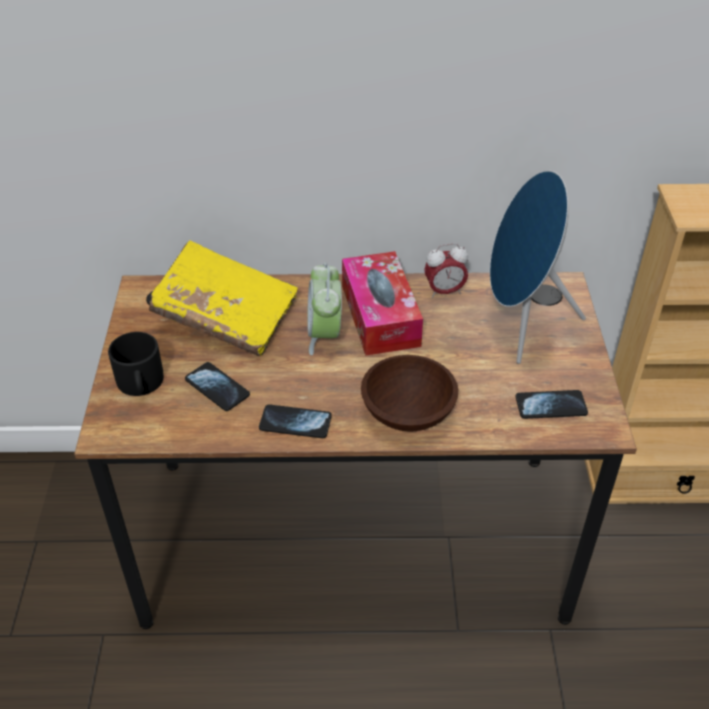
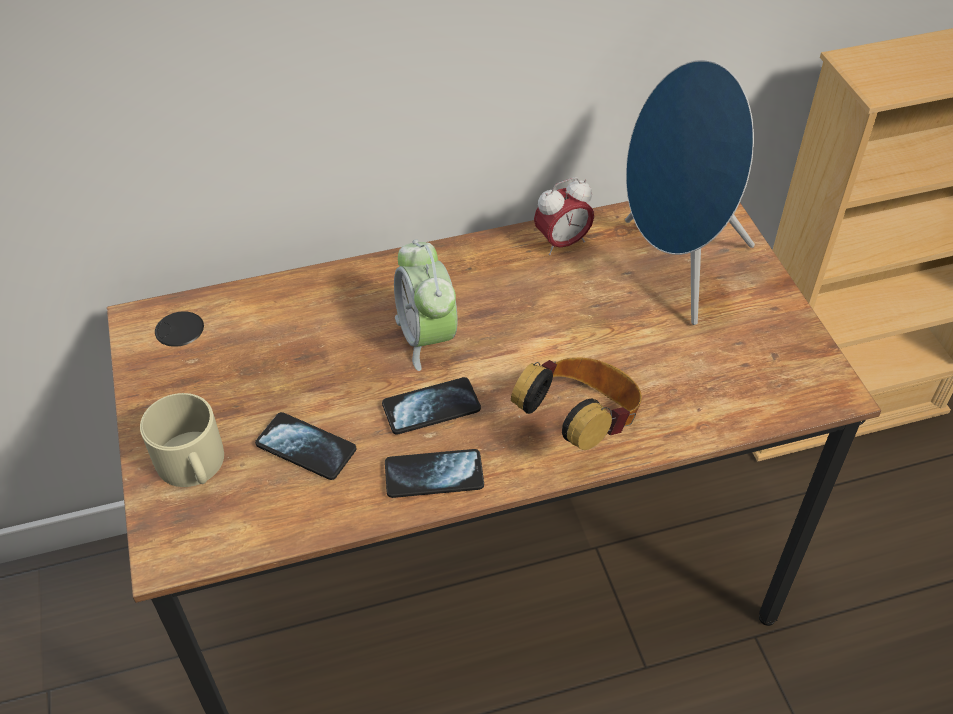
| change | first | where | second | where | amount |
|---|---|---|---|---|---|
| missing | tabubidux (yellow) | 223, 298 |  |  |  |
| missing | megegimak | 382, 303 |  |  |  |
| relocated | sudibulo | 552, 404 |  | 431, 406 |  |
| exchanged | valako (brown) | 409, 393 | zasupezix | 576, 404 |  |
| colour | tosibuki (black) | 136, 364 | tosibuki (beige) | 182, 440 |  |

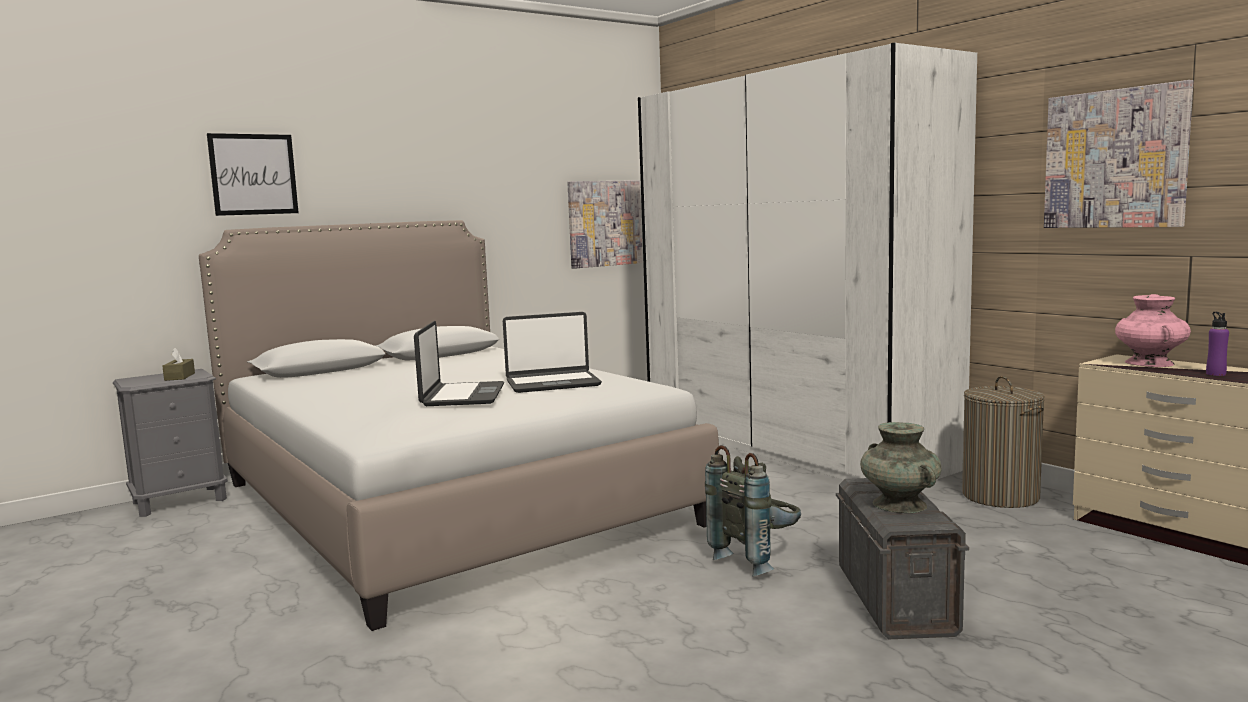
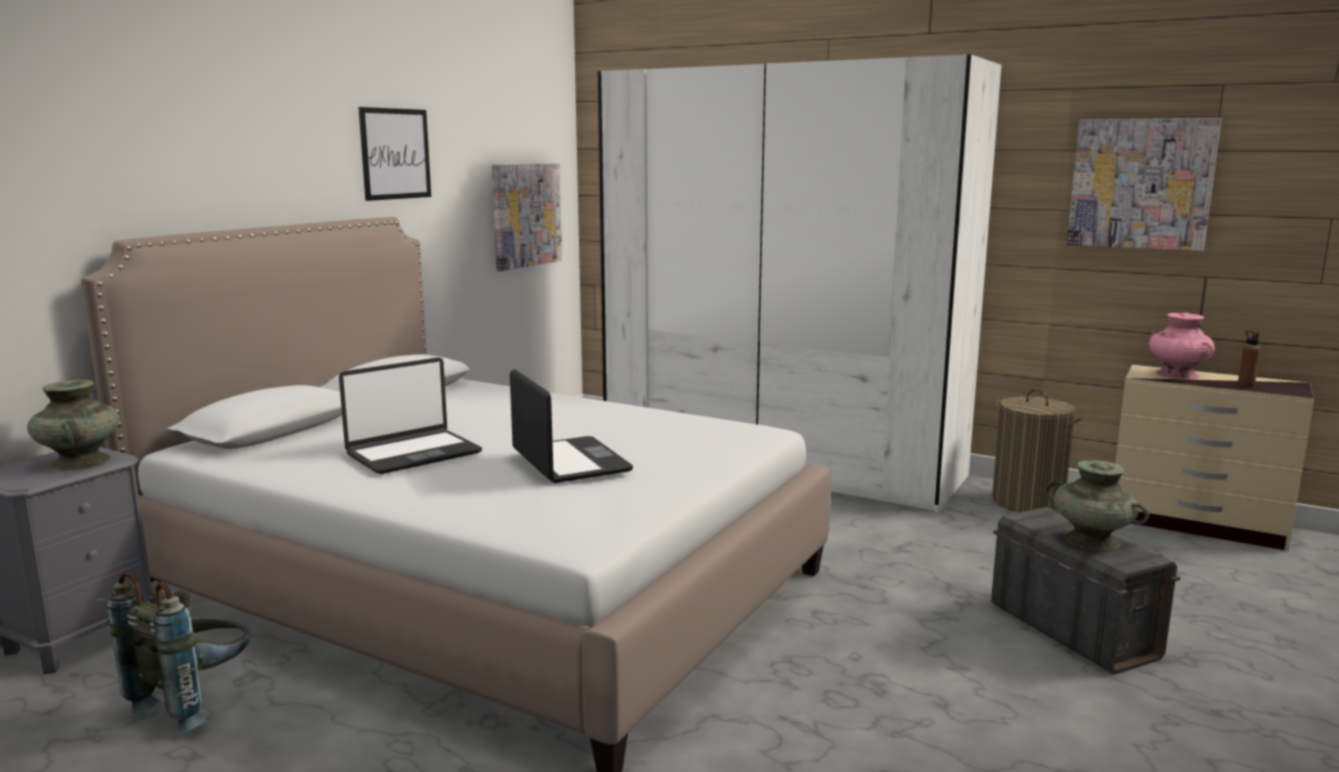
| change | first | where | second | where | amount |
|---|---|---|---|---|---|
| relocated | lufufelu | 253, 174 |  | 394, 154 |  |
| relocated | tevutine | 552, 352 |  | 410, 415 |  |
| relocated | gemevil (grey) | 753, 510 |  | 179, 653 |  |
| exchanged | megegimak (brown) | 178, 364 | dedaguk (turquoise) | 73, 425 |  |
| colour | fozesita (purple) | 1217, 344 | fozesita (brown) | 1249, 359 |  |

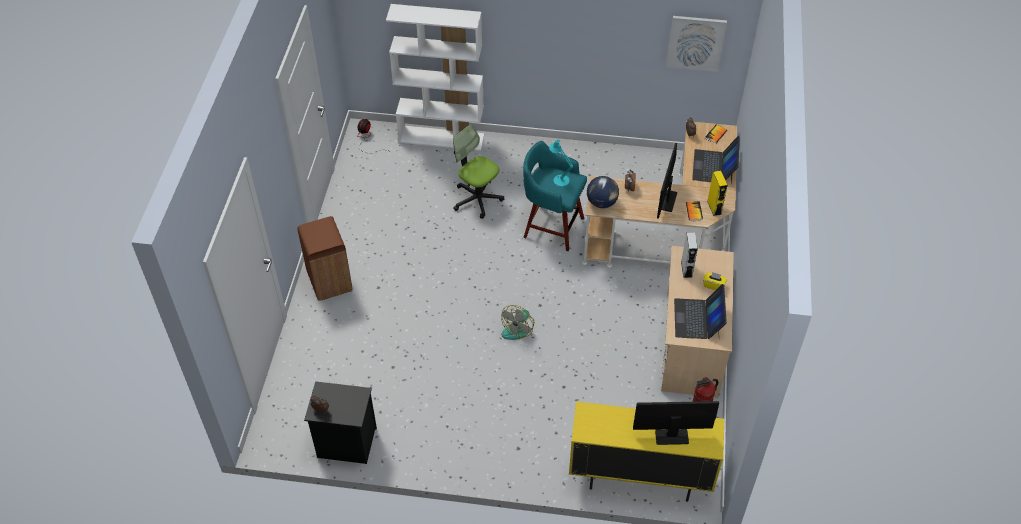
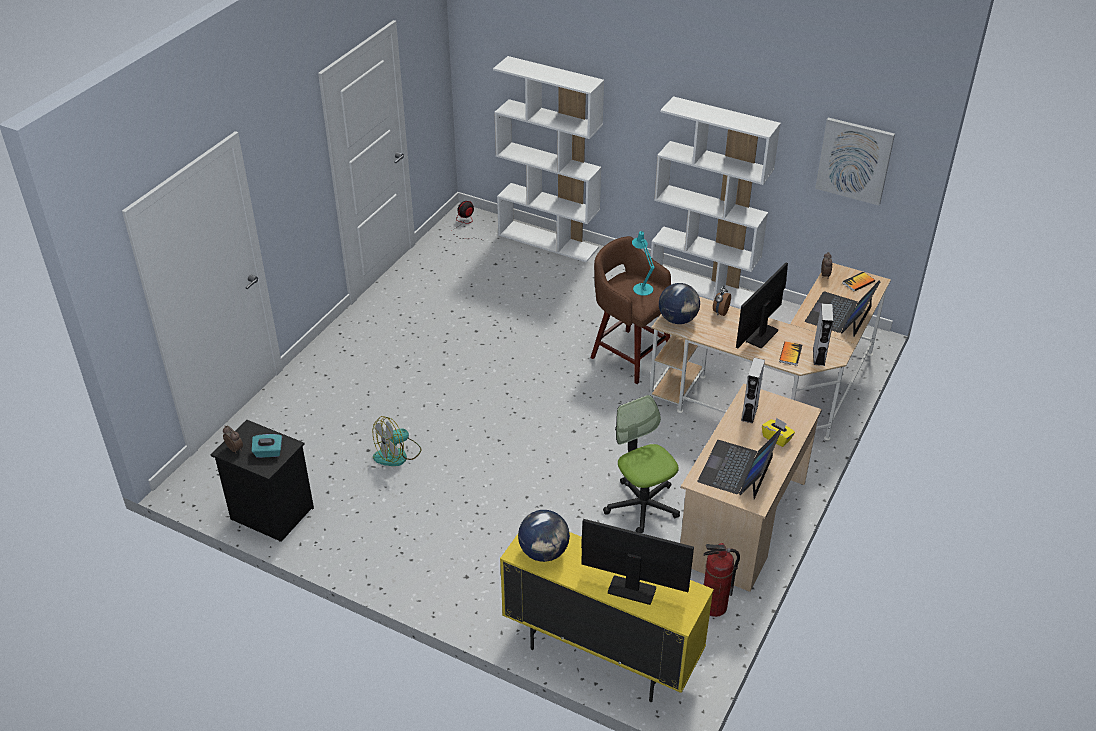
| change | first | where | second | where | amount |
|---|---|---|---|---|---|
| missing | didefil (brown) | 324, 258 |  |  |  |
| appeared |  |  | megegimak (turquoise) | 267, 446 |  |
| appeared |  |  | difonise | 544, 536 |  |
| appeared |  |  | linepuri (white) | 716, 202 |  |
| relocated | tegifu | 478, 172 |  | 641, 464 |  |
| relocated | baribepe | 517, 322 |  | 397, 441 |  |
| colour | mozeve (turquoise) | 555, 196 | mozeve (brown) | 630, 310 |  |
| colour | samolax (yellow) | 717, 193 | samolax (grey) | 823, 334 |  |

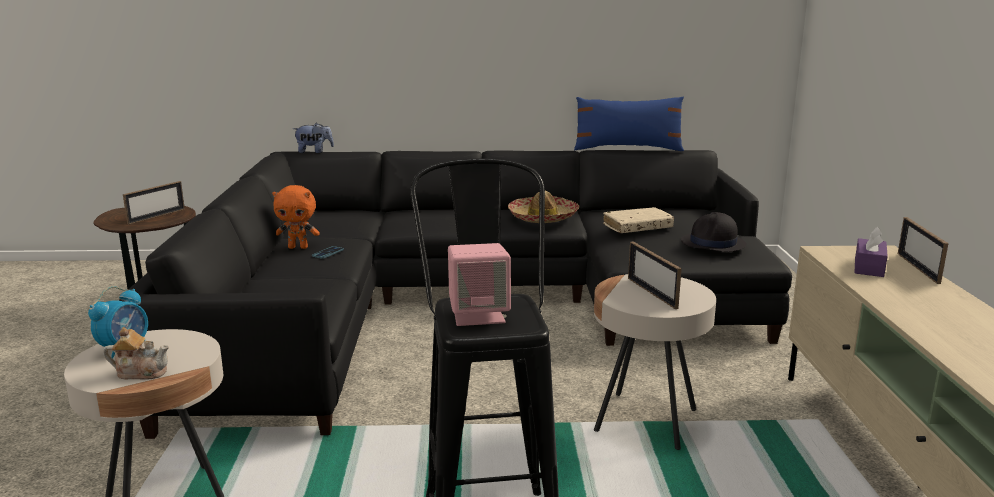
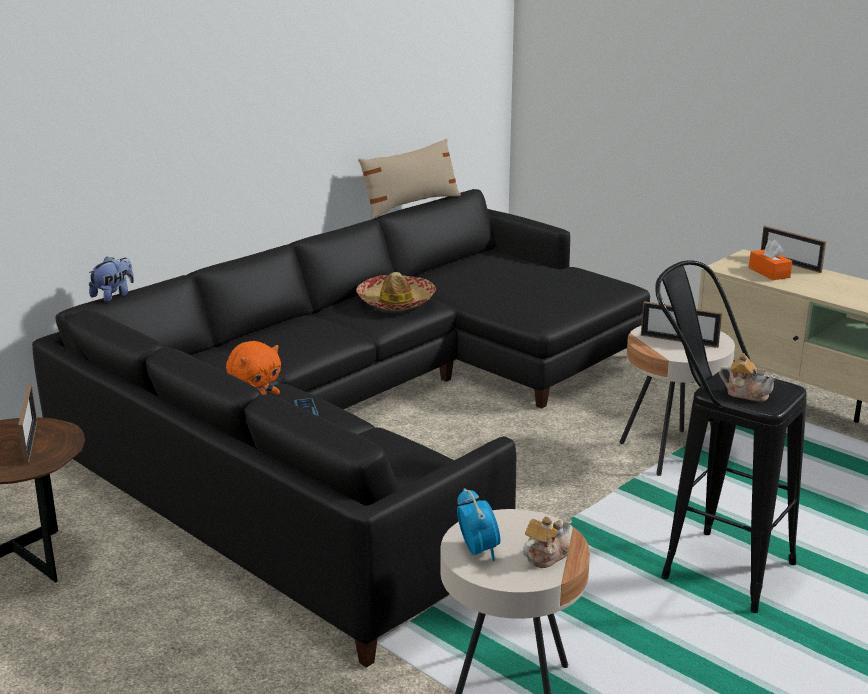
| change | first | where | second | where | amount |
|---|---|---|---|---|---|
| missing | tabubidux (beige) | 638, 220 |  |  |  |
| missing | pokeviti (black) | 713, 232 |  |  |  |
| exchanged | samolax (pink) | 479, 284 | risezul | 748, 377 |  |
| colour | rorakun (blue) | 629, 124 | rorakun (beige) | 409, 178 |  |
| colour | megegimak (purple) | 871, 252 | megegimak (orange) | 770, 260 |  |

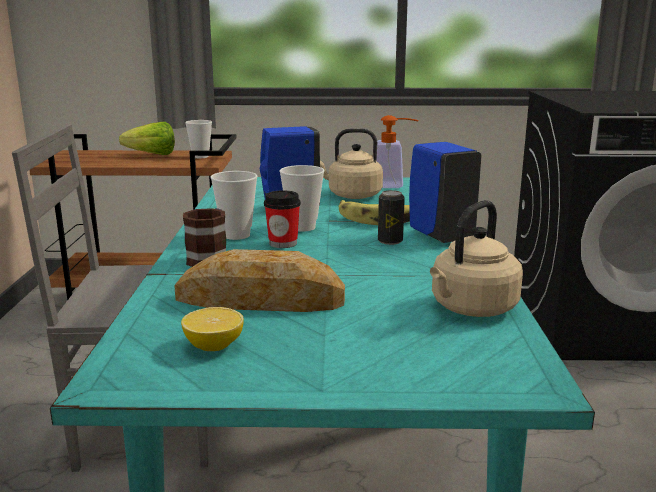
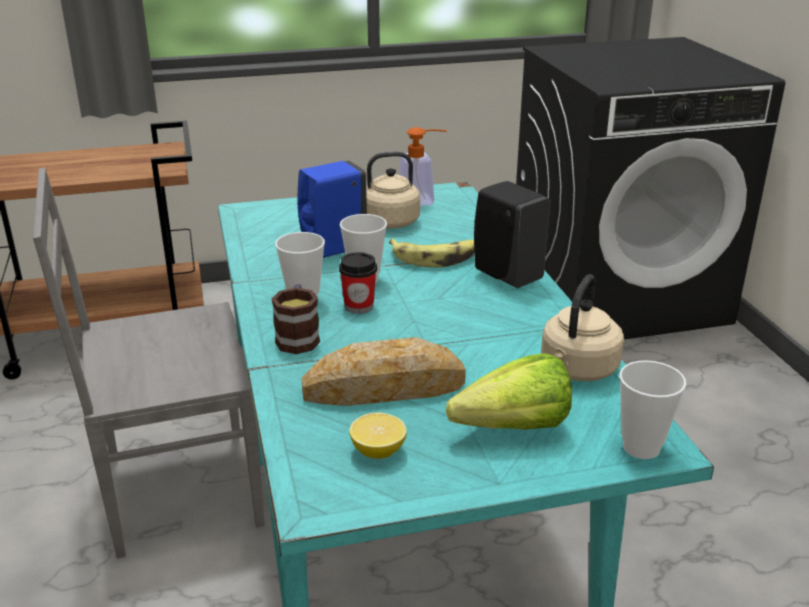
| change | first | where | second | where | amount |
|---|---|---|---|---|---|
| missing | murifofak | 391, 217 |  |  |  |
| relocated | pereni | 147, 138 |  | 509, 391 |  |
| relocated | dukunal | 198, 139 |  | 652, 409 |  |
| colour | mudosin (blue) | 445, 192 | mudosin (black) | 512, 234 |  |

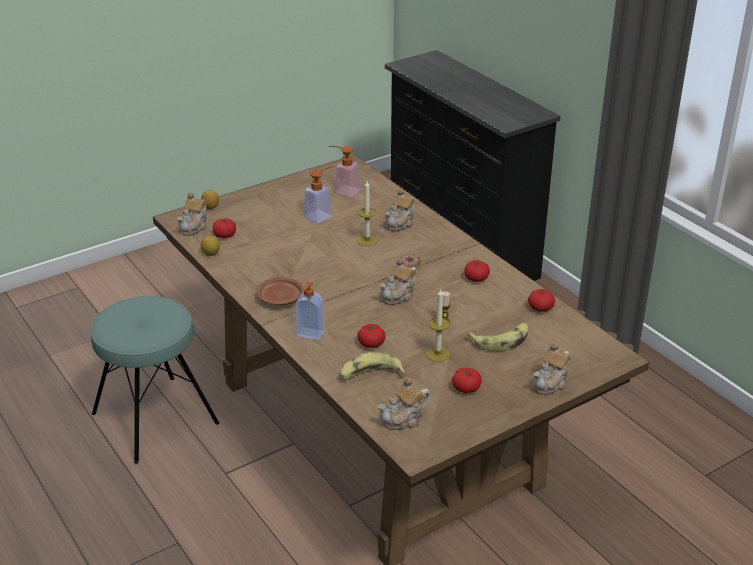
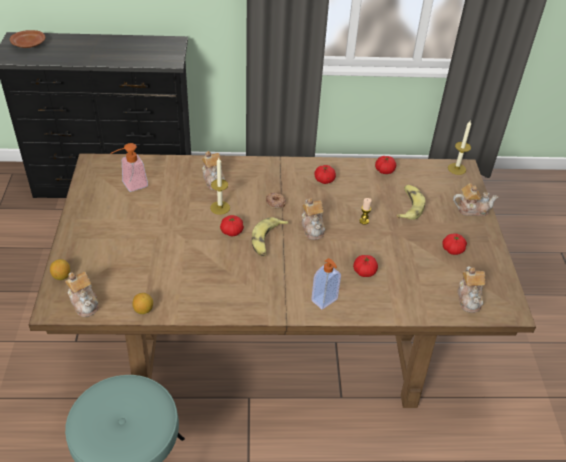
| change | first | where | second | where | amount |
|---|---|---|---|---|---|
| missing | mudosin | 317, 195 |  |  |  |
| relocated | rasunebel | 224, 228 |  | 232, 225 |  |
| relocated | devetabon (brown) | 280, 291 |  | 27, 39 |  |
| relocated | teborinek | 373, 366 |  | 270, 237 |  |
| relocated | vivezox | 438, 325 |  | 459, 148 |  |
| spun | risezul | 551, 369 |  | 475, 199 | 75 degrees counterclockwise |

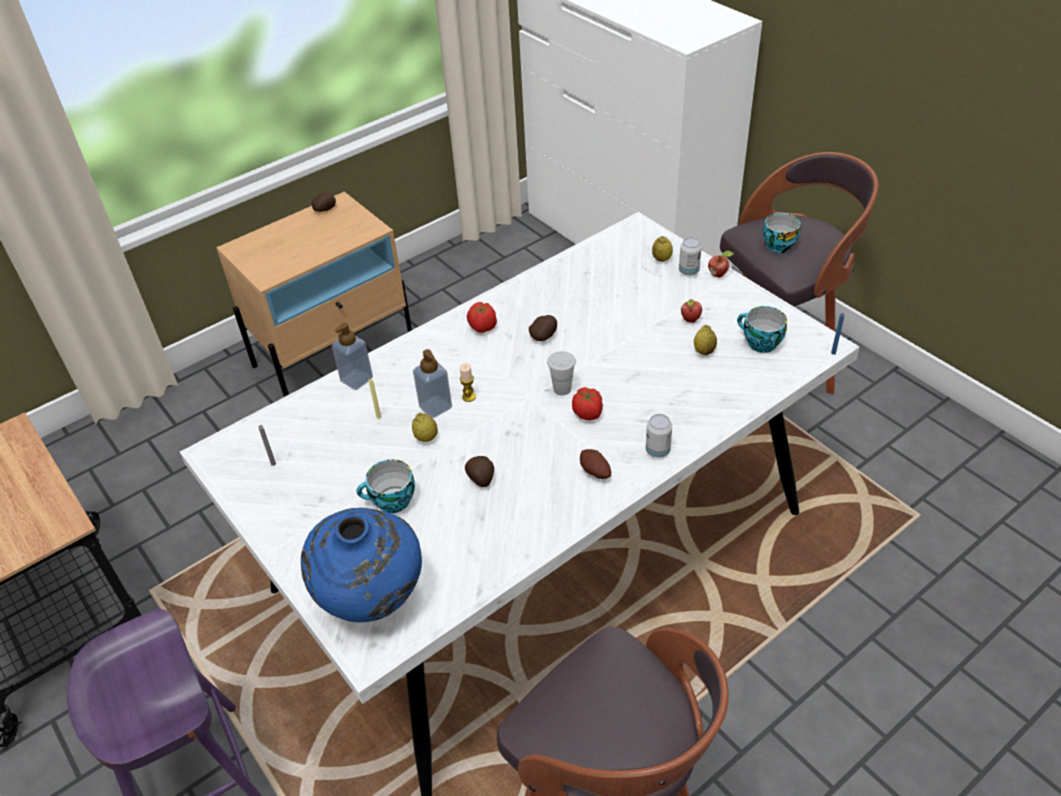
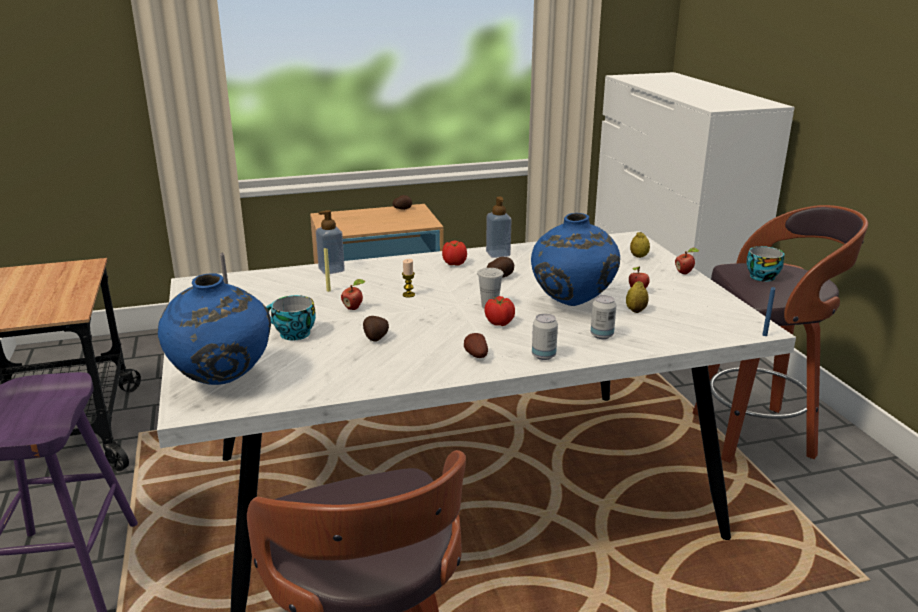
| change | first | where | second | where | amount |
|---|---|---|---|---|---|
| missing | dukunal | 762, 329 |  |  |  |
| appeared |  |  | dedaguk (blue) | 575, 259 |  |
| relocated | mudosin | 432, 383 |  | 499, 227 |  |
| relocated | murifofak | 690, 256 |  | 603, 317 |  |
| exchanged | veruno | 425, 427 | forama | 353, 294 |  |

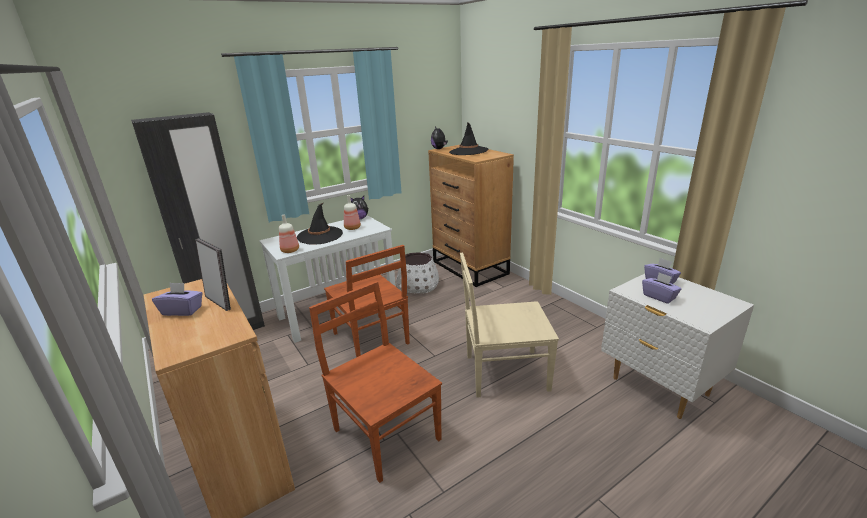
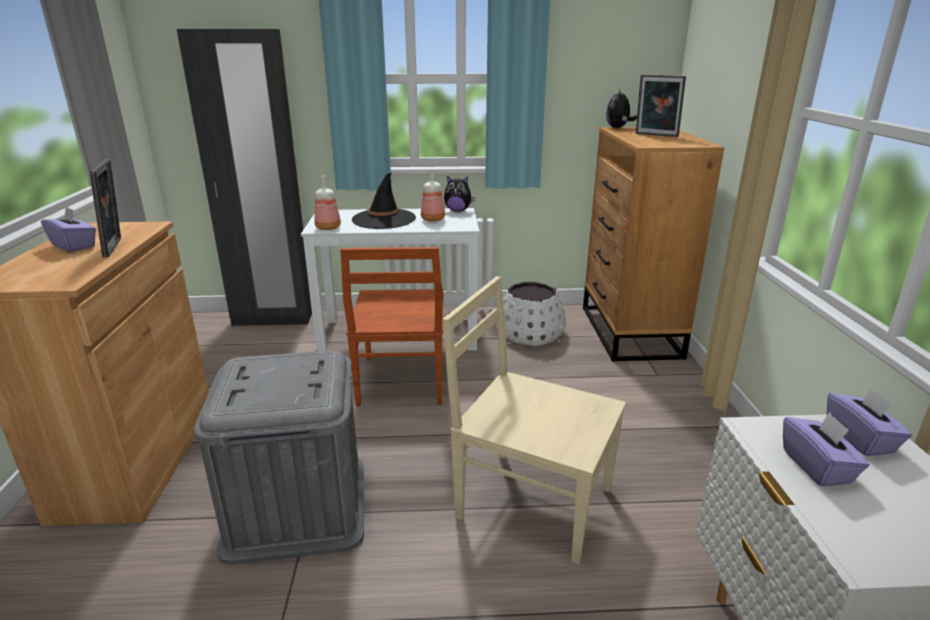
| change | first | where | second | where | amount |
|---|---|---|---|---|---|
| exchanged | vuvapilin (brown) | 375, 382 | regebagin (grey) | 279, 458 |  |
| exchanged | pokeviti (black) | 468, 138 | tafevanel | 661, 105 |  |

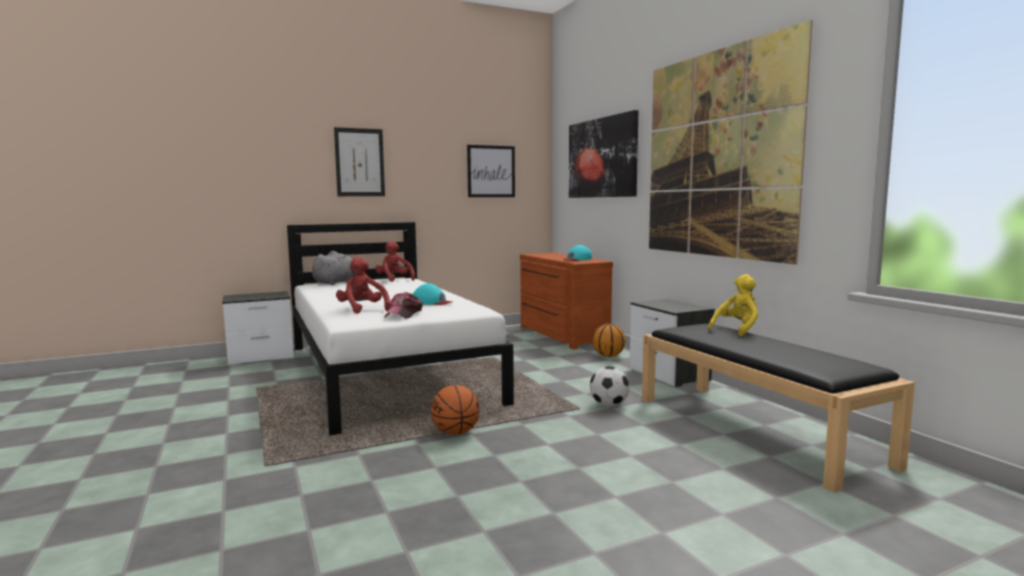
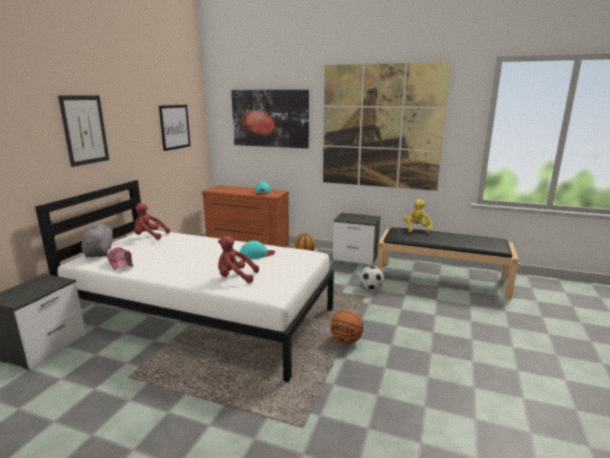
| change | first | where | second | where | amount |
|---|---|---|---|---|---|
| relocated | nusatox | 403, 305 |  | 120, 259 |  |

